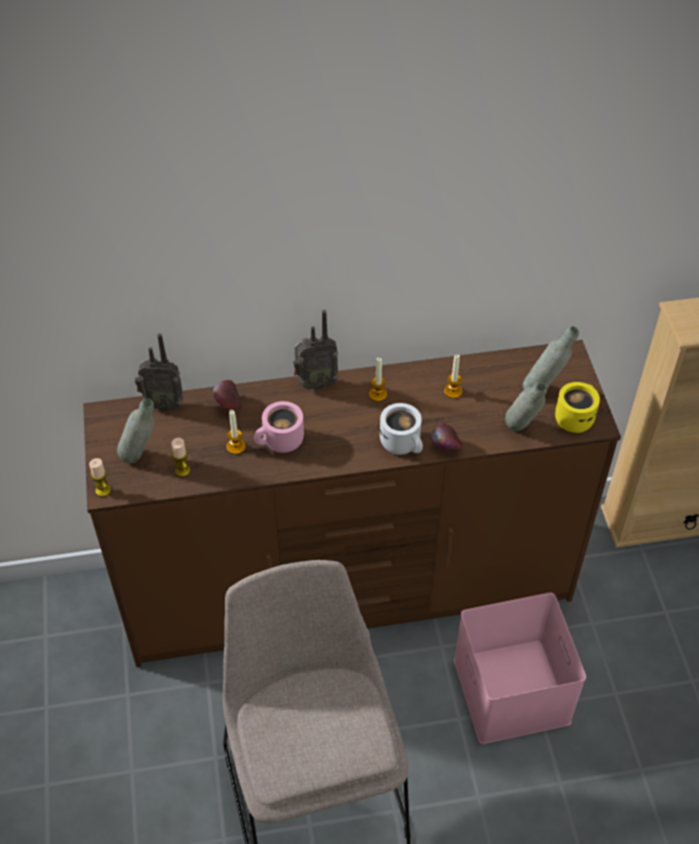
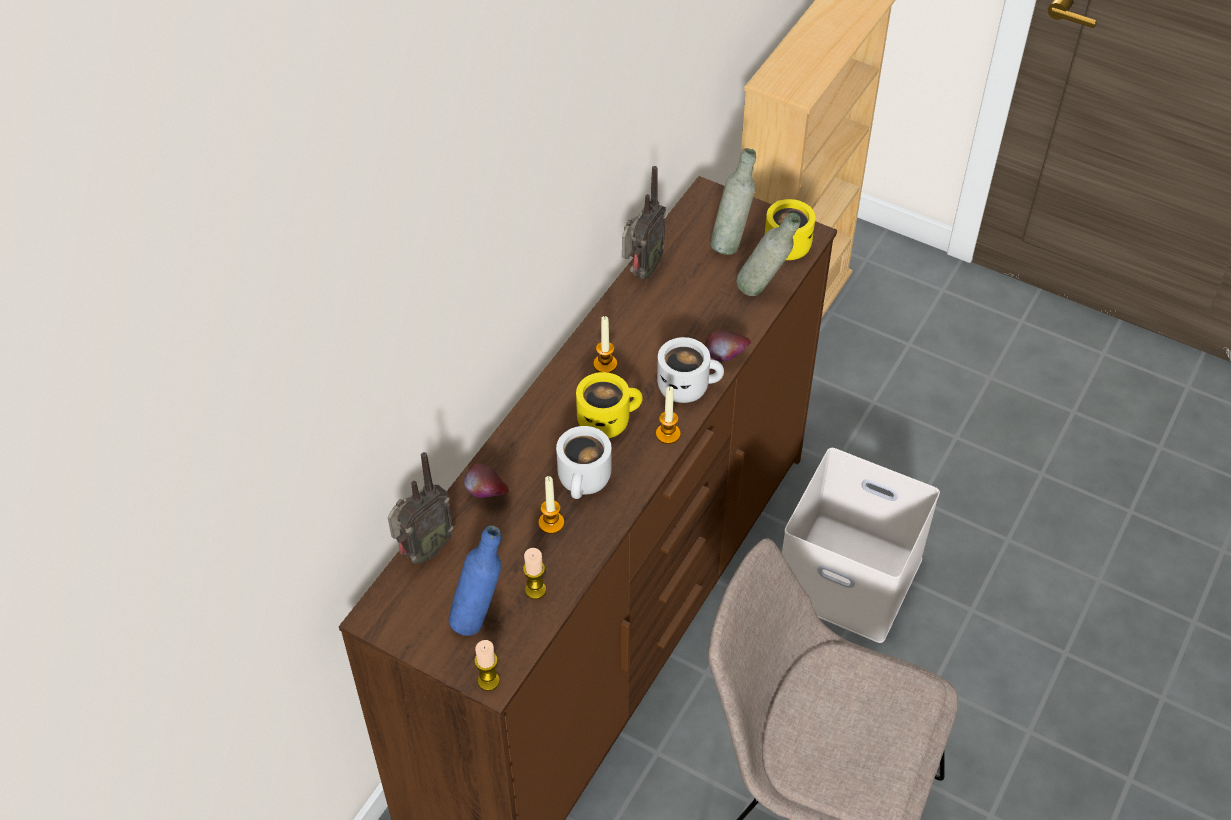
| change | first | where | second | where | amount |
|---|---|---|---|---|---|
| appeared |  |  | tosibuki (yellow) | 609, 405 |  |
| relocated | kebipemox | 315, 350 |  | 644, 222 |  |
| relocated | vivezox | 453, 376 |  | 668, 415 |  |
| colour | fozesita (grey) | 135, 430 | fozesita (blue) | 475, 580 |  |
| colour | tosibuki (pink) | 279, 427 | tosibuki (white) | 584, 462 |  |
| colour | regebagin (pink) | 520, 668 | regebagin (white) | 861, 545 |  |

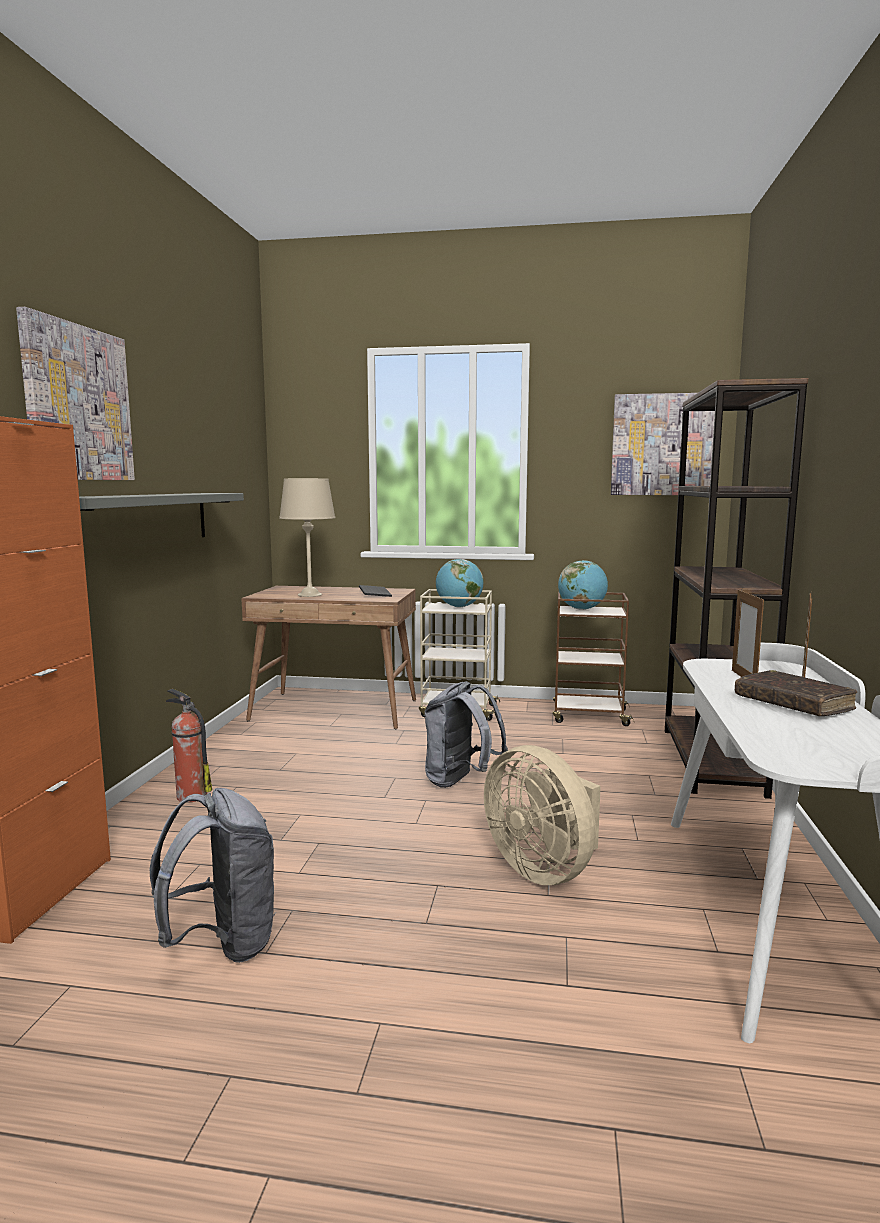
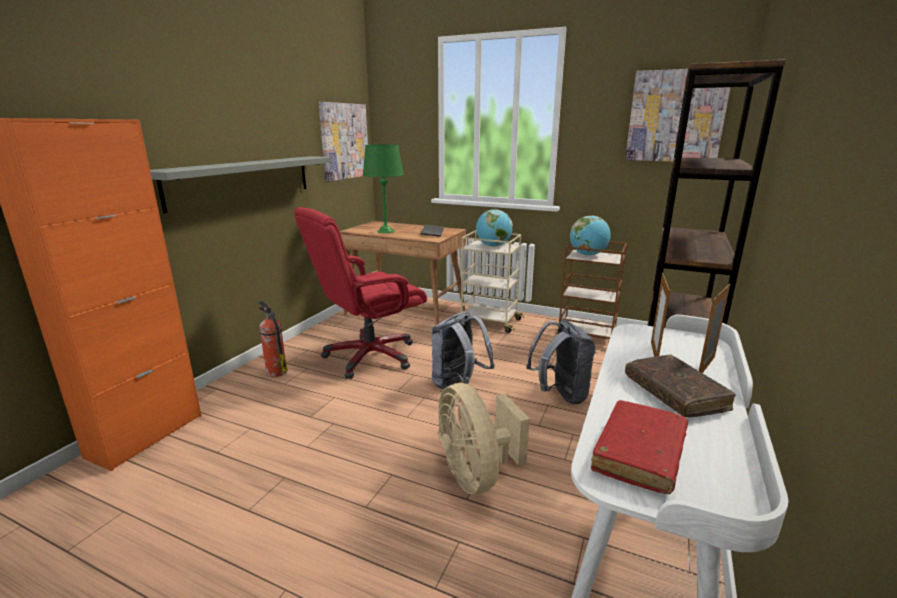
| change | first | where | second | where | amount |
|---|---|---|---|---|---|
| appeared |  |  | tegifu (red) | 360, 293 |  |
| appeared |  |  | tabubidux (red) | 639, 447 |  |
| relocated | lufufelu | 75, 393 |  | 343, 142 |  |
| relocated | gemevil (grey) | 212, 875 |  | 560, 362 |  |
| colour | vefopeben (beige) | 307, 537 | vefopeben (green) | 383, 188 |  |

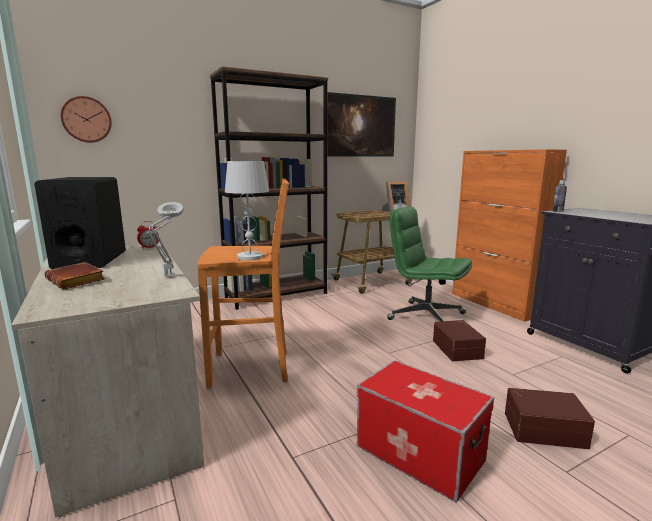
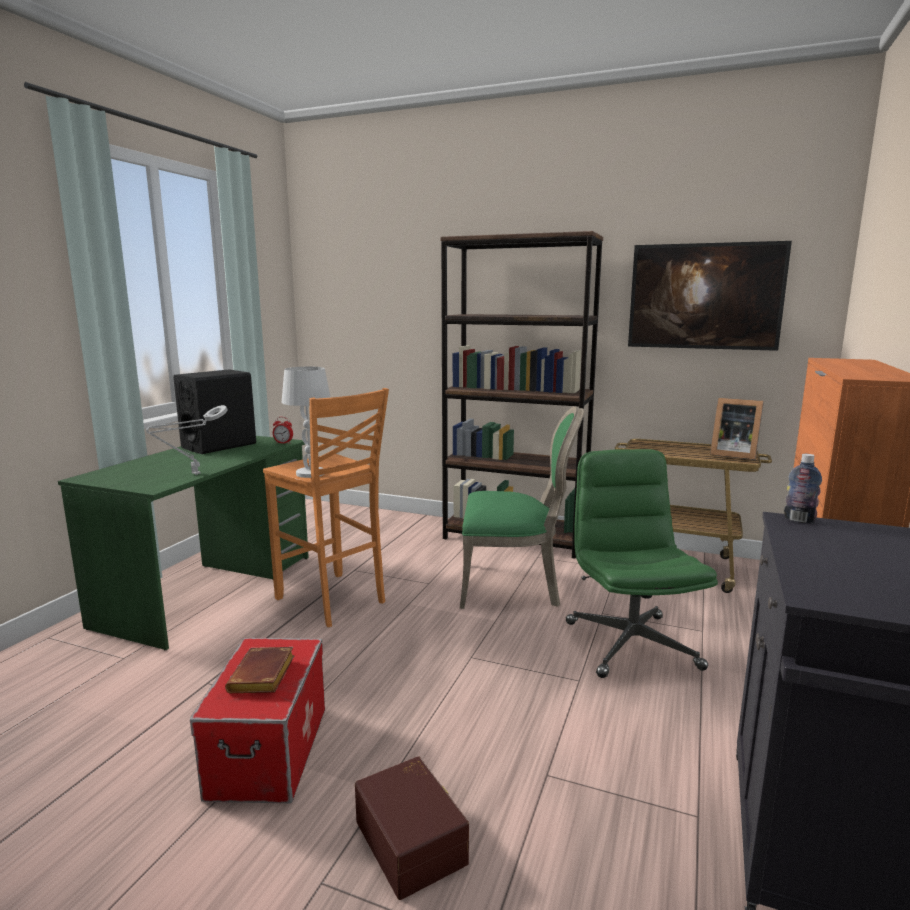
| change | first | where | second | where | amount |
|---|---|---|---|---|---|
| missing | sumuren | 86, 119 |  |  |  |
| missing | regebagin (brown) | 459, 340 |  |  |  |
| appeared |  |  | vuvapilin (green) | 522, 508 |  |
| relocated | tabubidux (brown) | 74, 276 |  | 259, 670 |  |
| colour | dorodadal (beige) | 107, 380 | dorodadal (green) | 183, 543 |  |

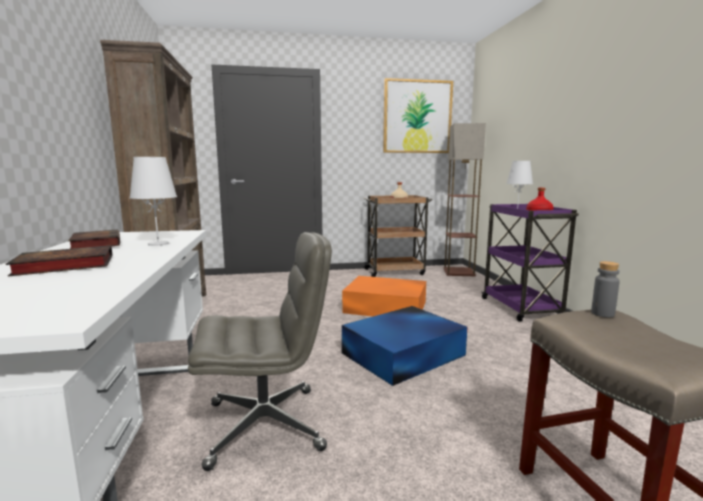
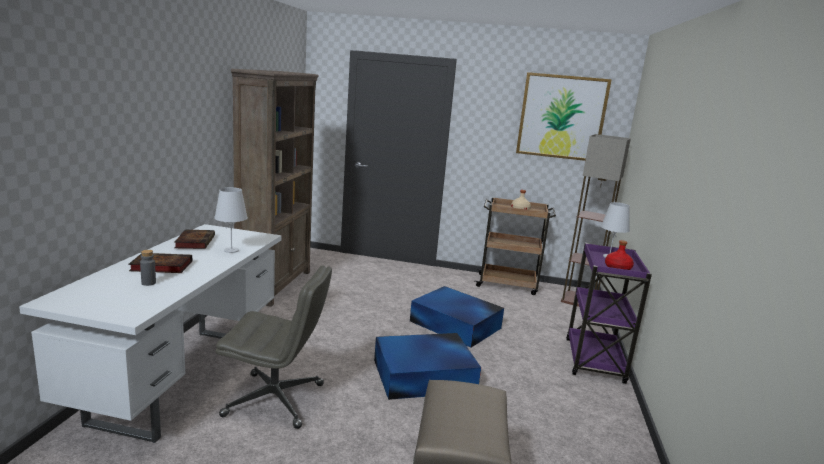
| change | first | where | second | where | amount |
|---|---|---|---|---|---|
| relocated | fozesita (grey) | 605, 289 |  | 148, 268 |  |
| colour | regebagin (orange) | 384, 296 | regebagin (blue) | 457, 317 |  |

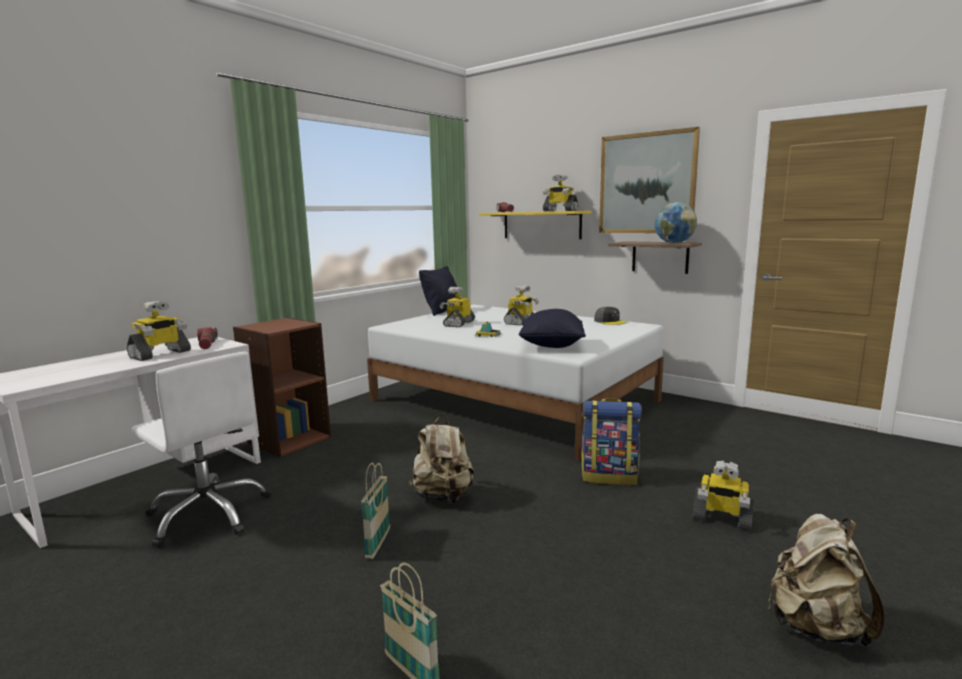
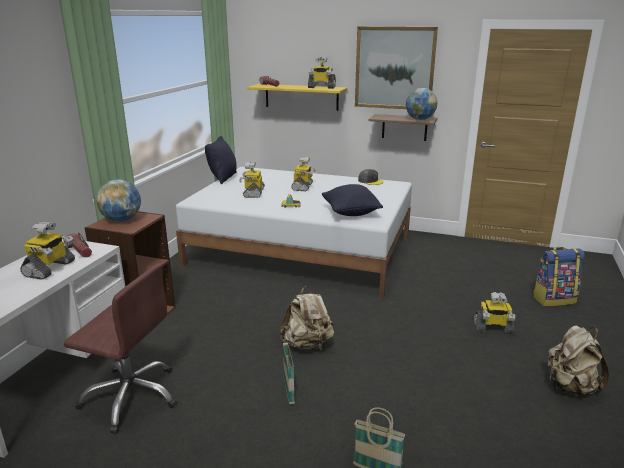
| change | first | where | second | where | amount |
|---|---|---|---|---|---|
| appeared |  |  | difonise | 118, 201 |  |
| relocated | gemevil | 611, 441 |  | 559, 276 |  |
| colour | tegifu (white) | 201, 450 | tegifu (brown) | 120, 348 |  |

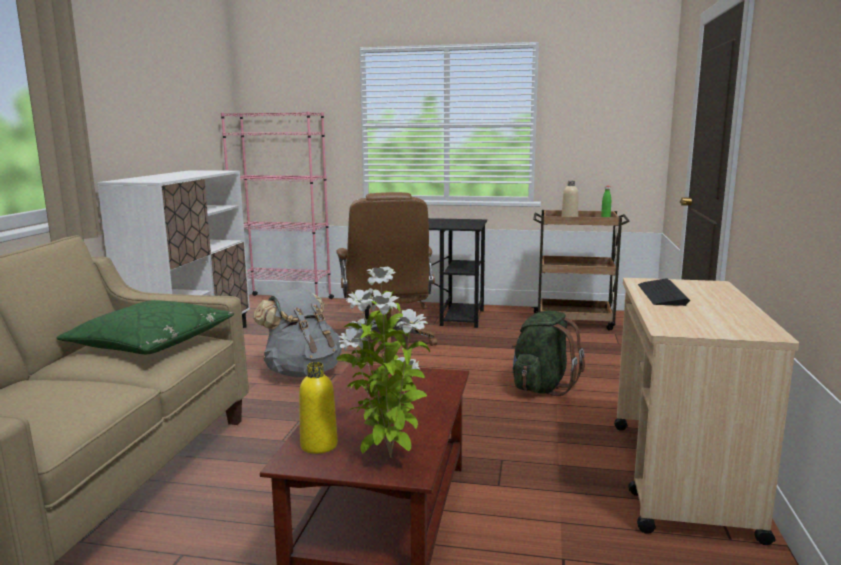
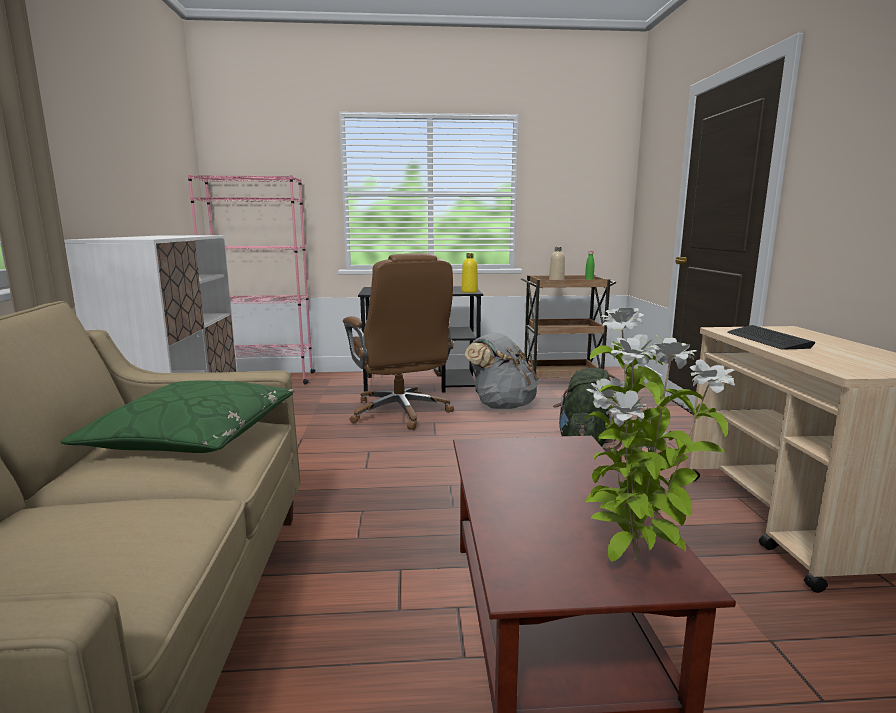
| change | first | where | second | where | amount |
|---|---|---|---|---|---|
| relocated | gemevil (grey) | 297, 333 |  | 502, 371 |  |
| relocated | fozesita (yellow) | 318, 408 |  | 470, 273 |  |

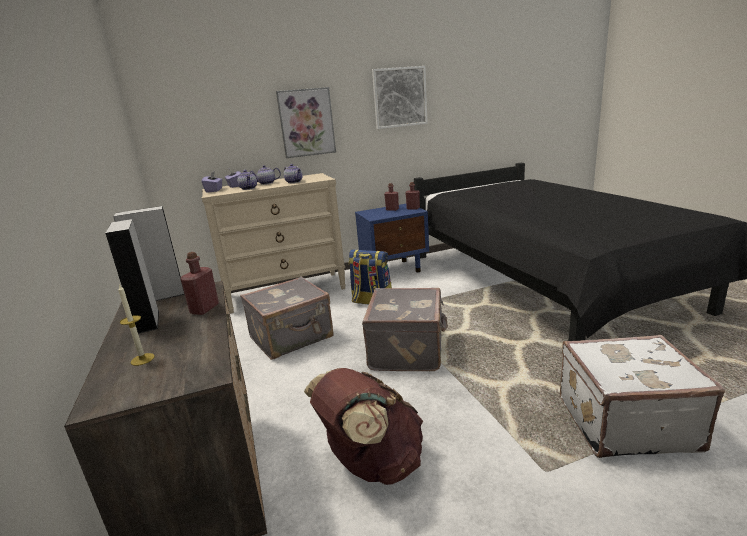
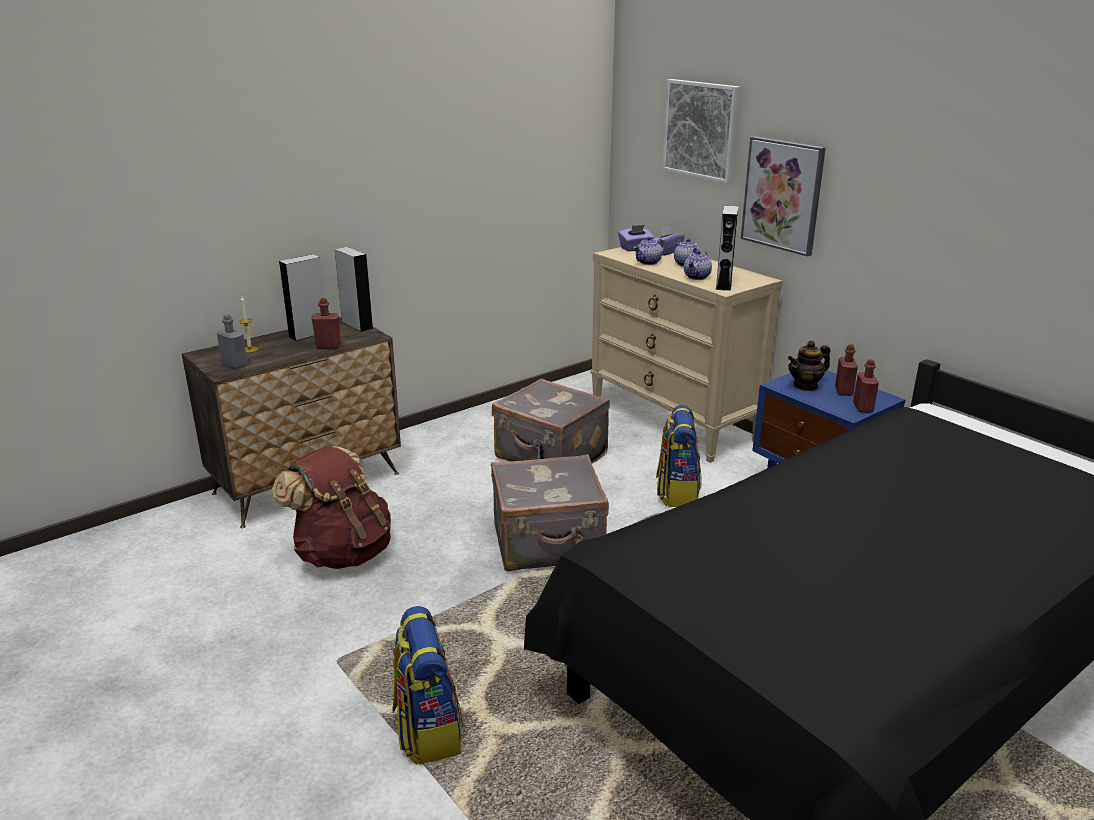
| change | first | where | second | where | amount |
|---|---|---|---|---|---|
| appeared |  |  | fozesita (grey) | 232, 341 |  |
| appeared |  |  | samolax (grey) | 727, 248 |  |
| appeared |  |  | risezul | 809, 365 |  |
| relocated | lufufelu | 400, 97 |  | 701, 131 |  |
| exchanged | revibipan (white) | 642, 396 | gemevil | 428, 685 |  |

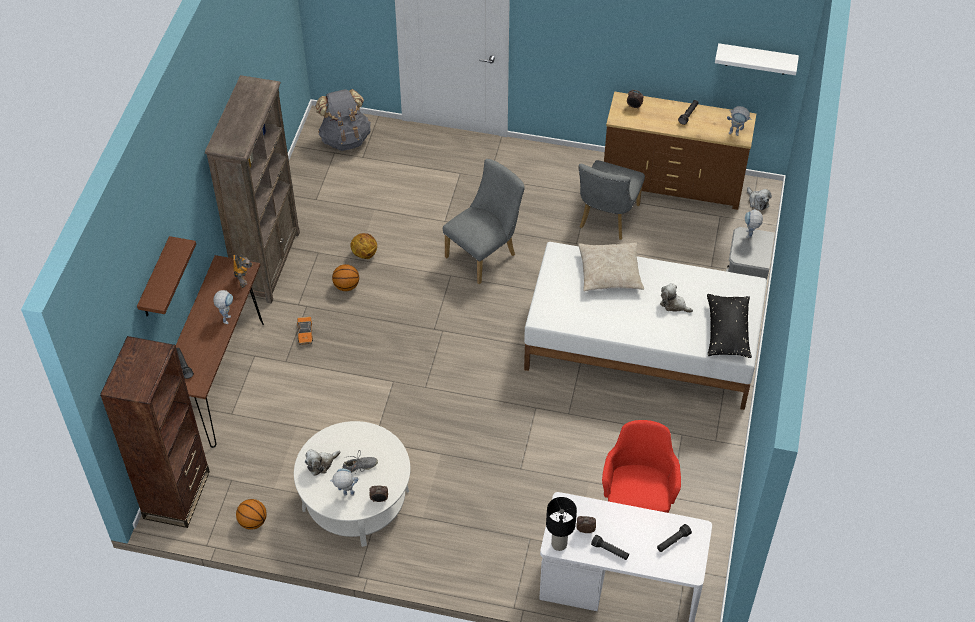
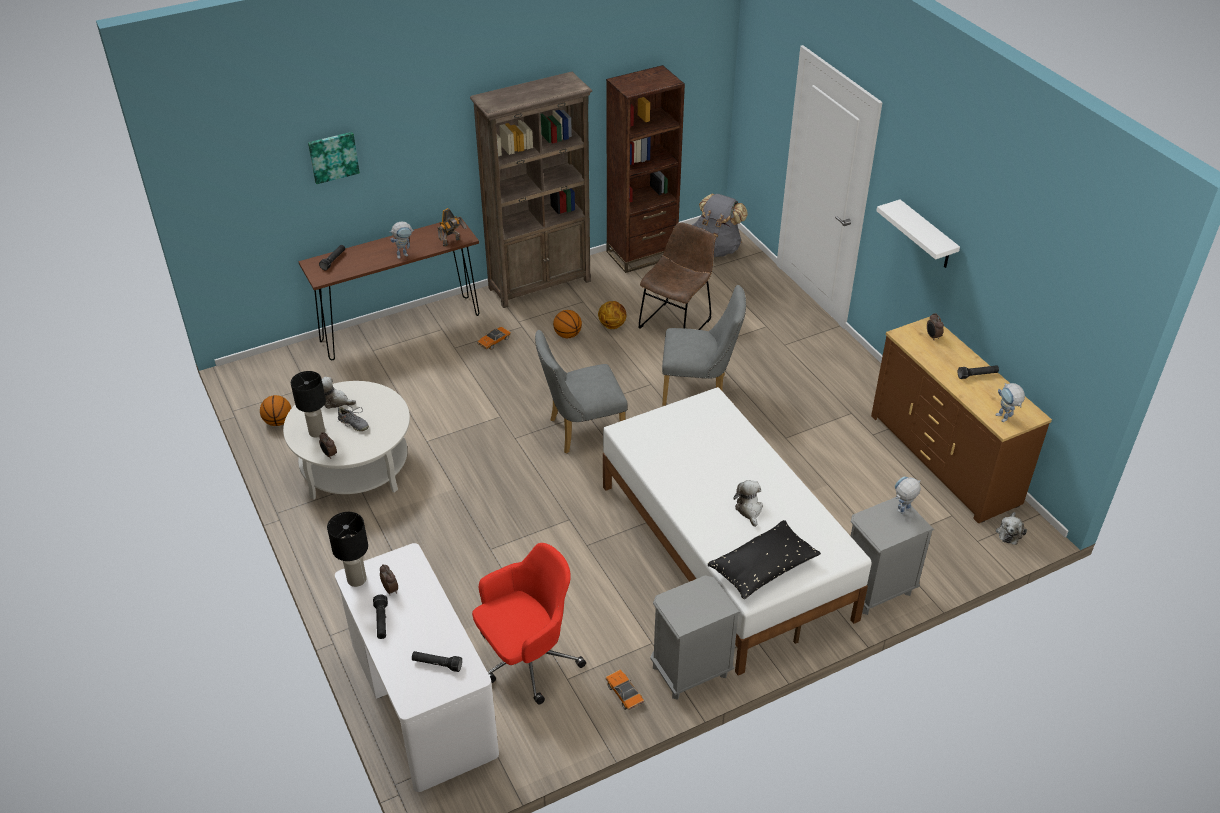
| change | first | where | second | where | amount |
|---|---|---|---|---|---|
| missing | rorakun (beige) | 611, 266 |  |  |  |
| appeared |  |  | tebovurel | 625, 690 |  |
| appeared |  |  | vuvapilin (brown) | 676, 276 |  |
| appeared |  |  | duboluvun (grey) | 695, 637 |  |
| relocated | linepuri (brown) | 155, 432 |  | 645, 169 |  |
| relocated | vuvapilin (grey) | 611, 200 |  | 581, 392 |  |
| relocated | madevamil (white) | 757, 59 |  | 918, 234 |  |
| exchanged | madevamil (brown) | 166, 276 | lufufelu | 334, 158 |  |
| exchanged | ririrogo | 344, 482 | vefopeben (black) | 308, 404 |  |

